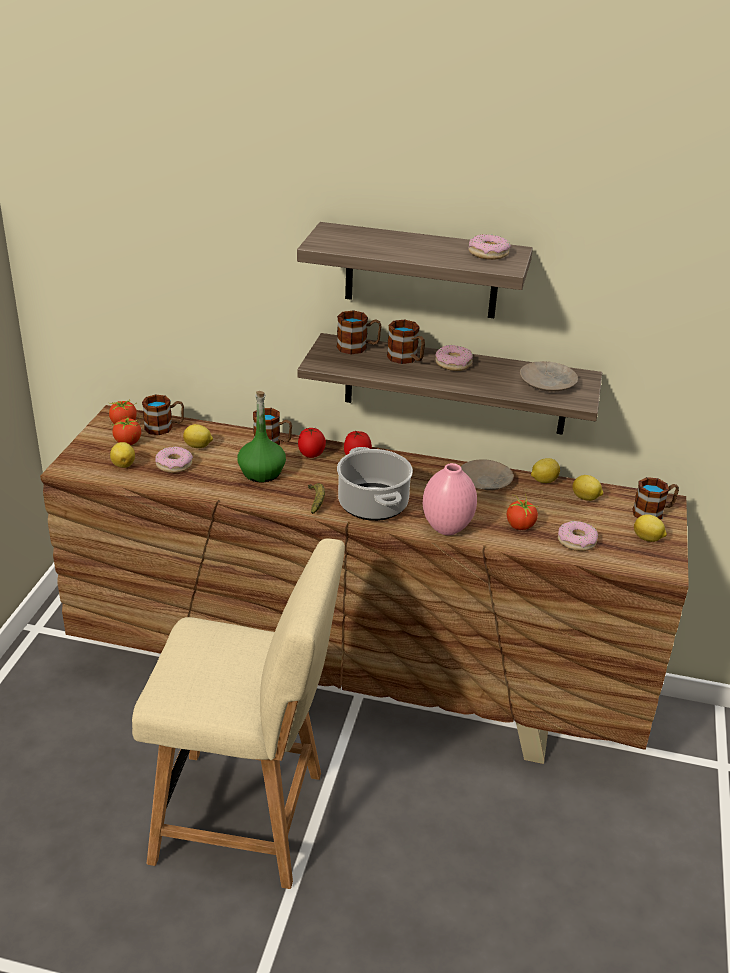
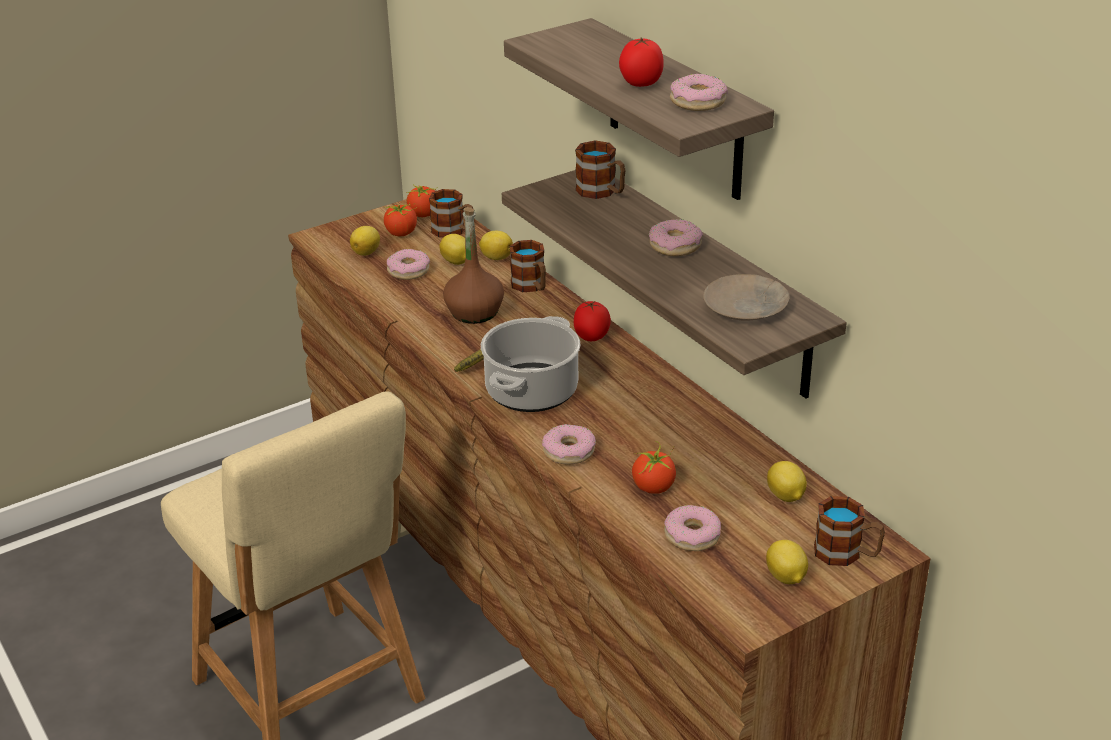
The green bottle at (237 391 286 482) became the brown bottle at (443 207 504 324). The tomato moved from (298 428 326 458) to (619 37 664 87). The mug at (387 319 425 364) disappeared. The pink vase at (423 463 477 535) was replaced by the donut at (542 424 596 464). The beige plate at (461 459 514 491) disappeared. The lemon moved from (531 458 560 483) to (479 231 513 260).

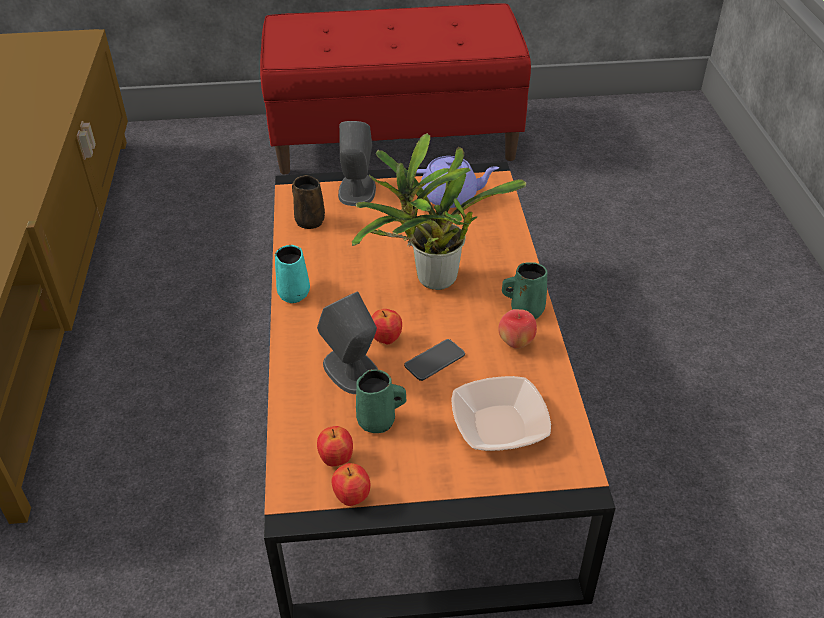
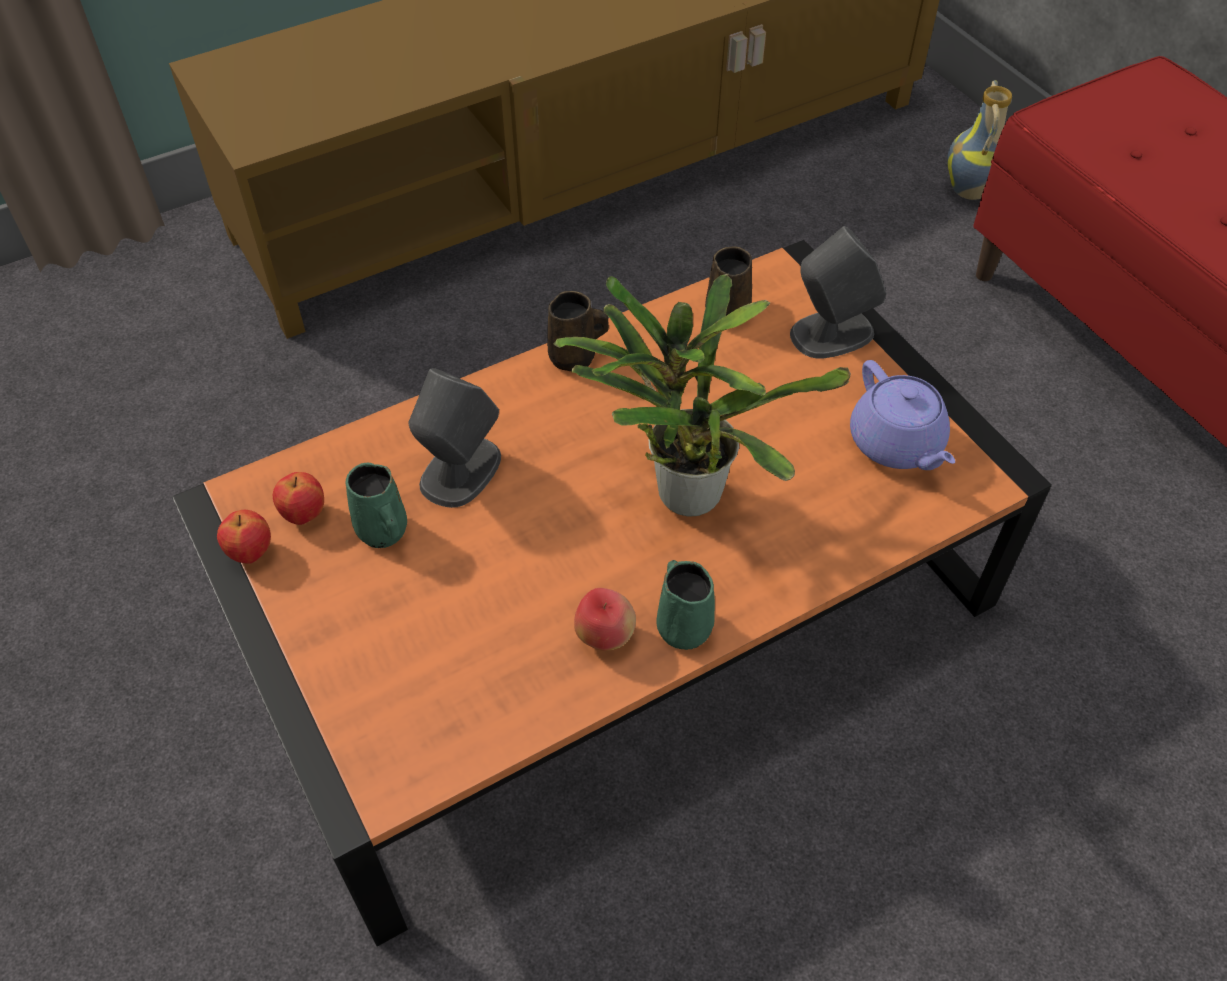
The turquoise mug at (275 245 310 303) became the brown mug at (547 291 609 371). The apple at (372 309 402 344) disappeared. The phone at (404 339 465 381) disappeared. The bowl at (451 376 551 451) disappeared. The vase at (947 80 1012 200) appeared.

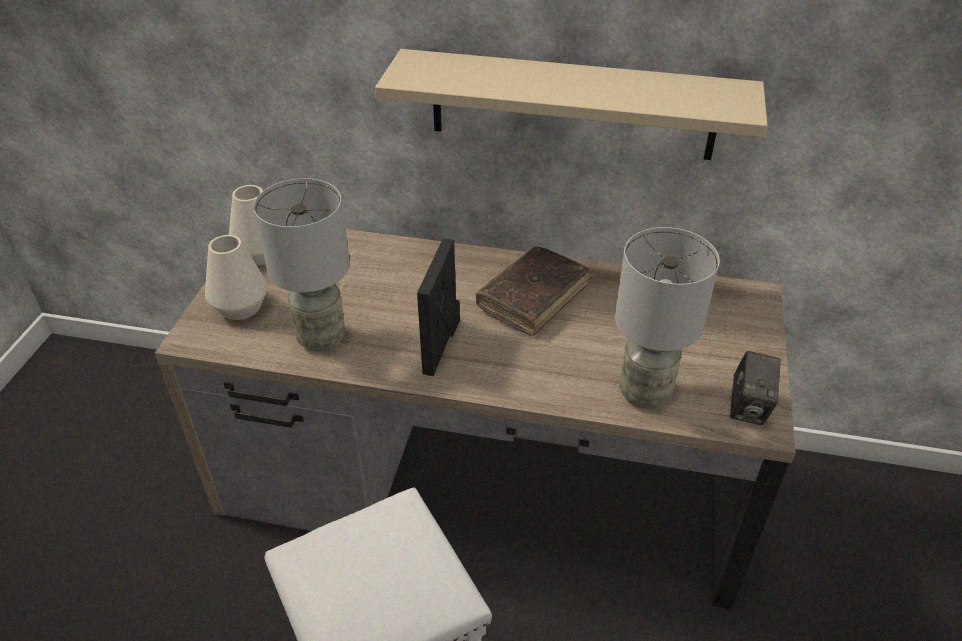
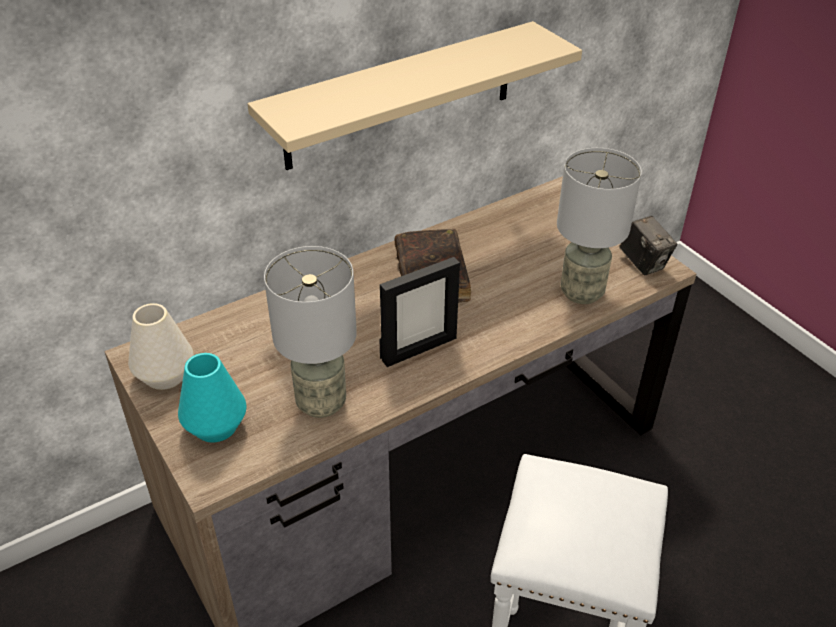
The white vase at (205 235 268 320) became the turquoise vase at (178 353 247 442). The picture frame at (417 238 460 376) turned 90 degrees counterclockwise.

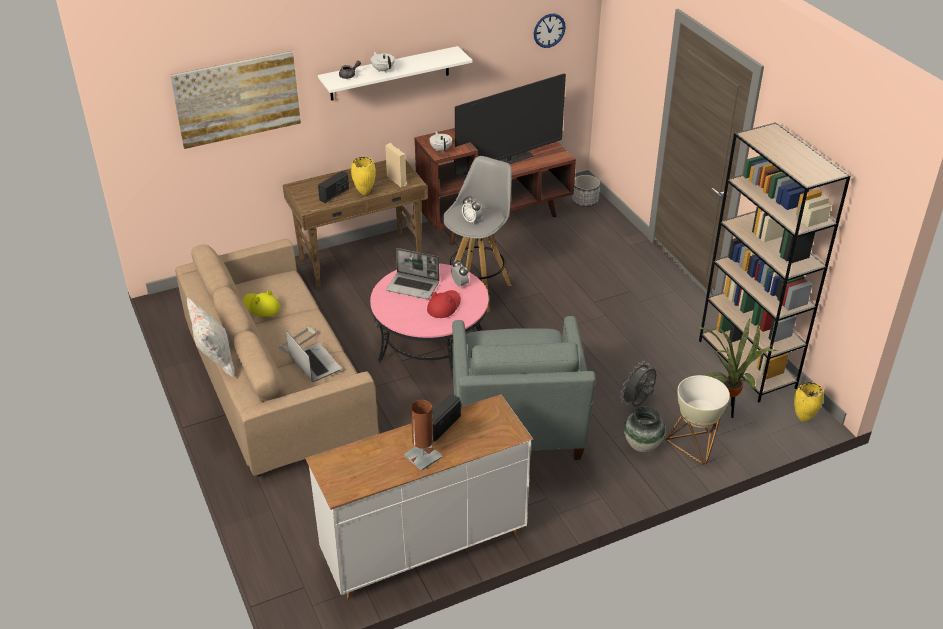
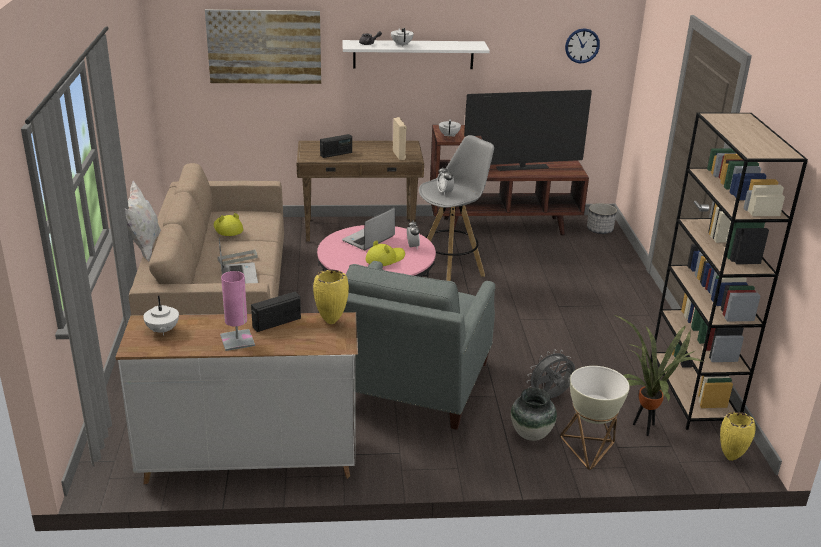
The yellow vase moved from (351 157 376 195) to (313 270 349 324). The laptop at (386 248 440 299) turned 90 degrees clockwise. The brown table lamp at (404 400 443 471) became the pink table lamp at (220 271 255 351). The red hat at (427 290 461 318) became the yellow hat at (366 240 405 266). The white teapot at (143 296 179 335) appeared.

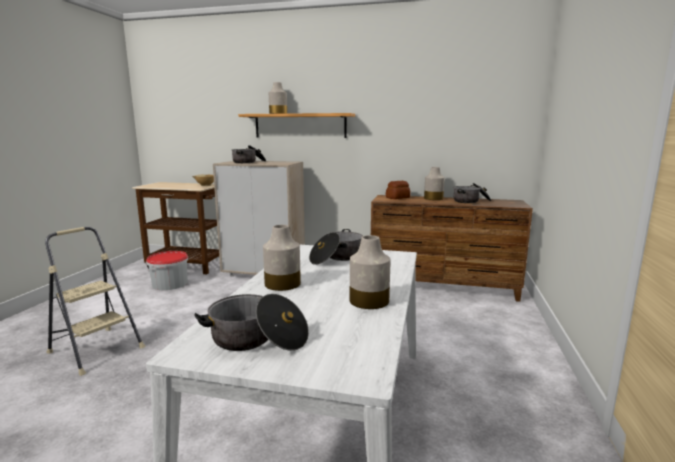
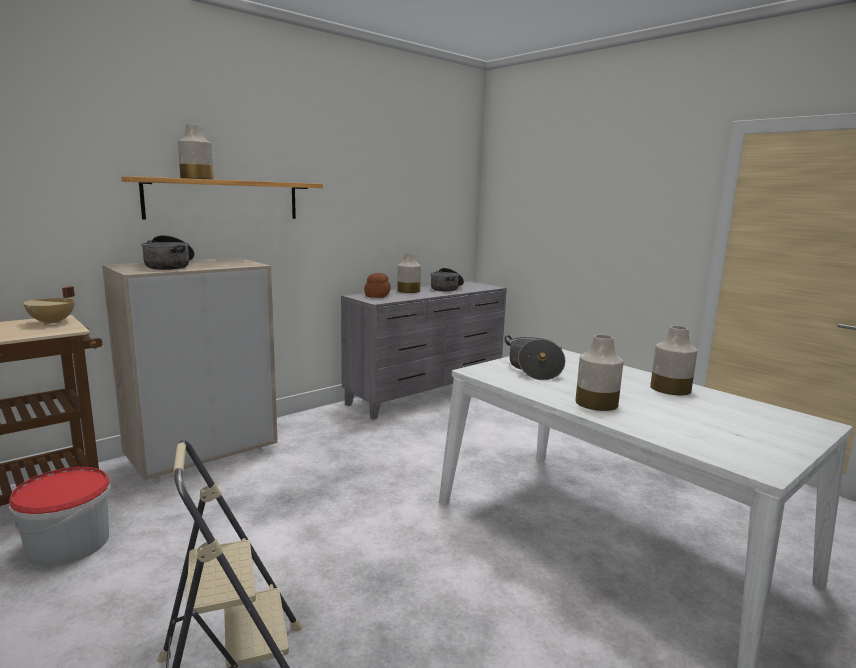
The cooking pot at (194 294 309 351) disappeared. The brown dresser at (371 195 533 302) became the grey dresser at (341 281 507 420).

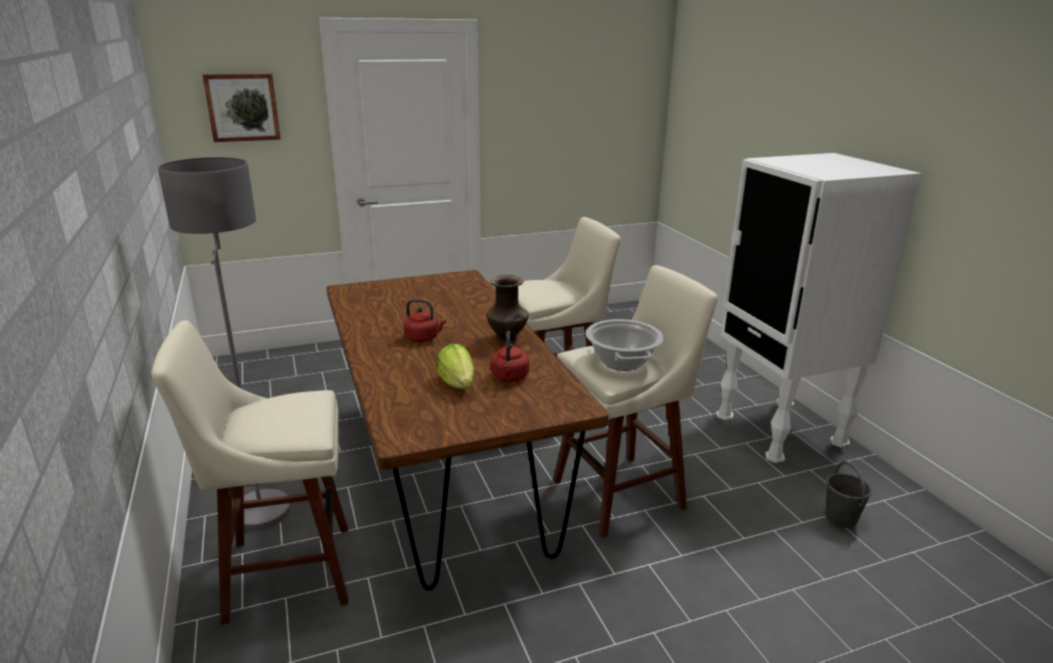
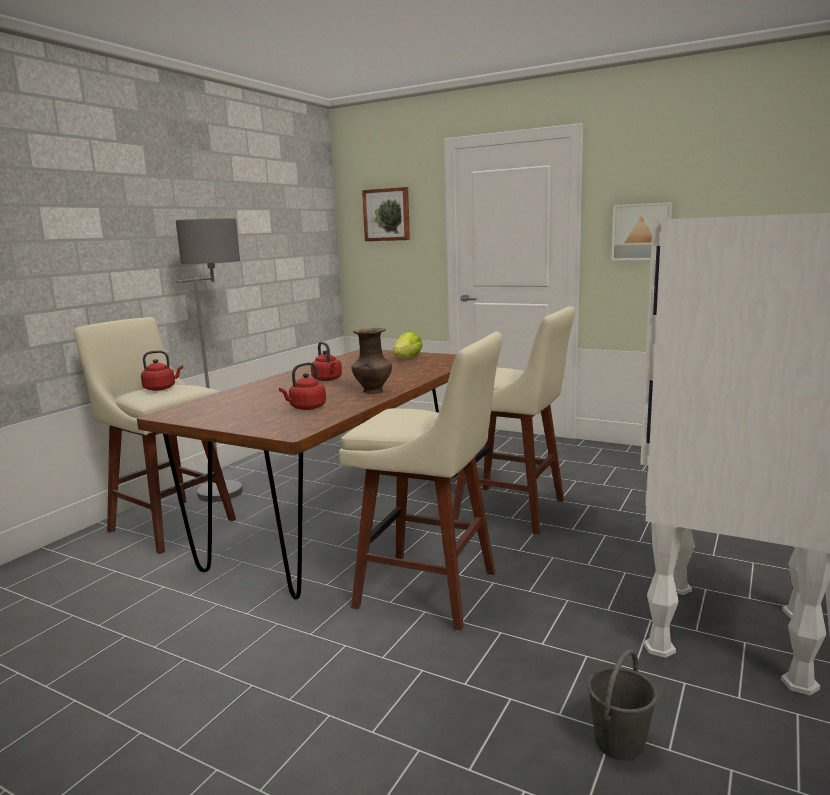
The lettuce moved from (437 344 474 389) to (393 331 423 358). The cooking pot at (586 319 663 371) disappeared. The red kettle at (141 351 183 391) appeared. The picture at (611 202 672 261) appeared.

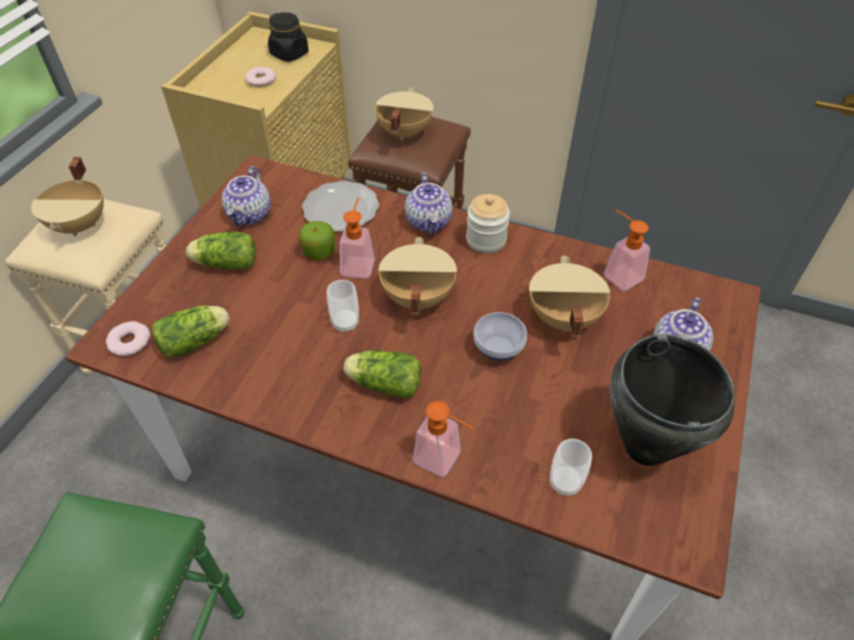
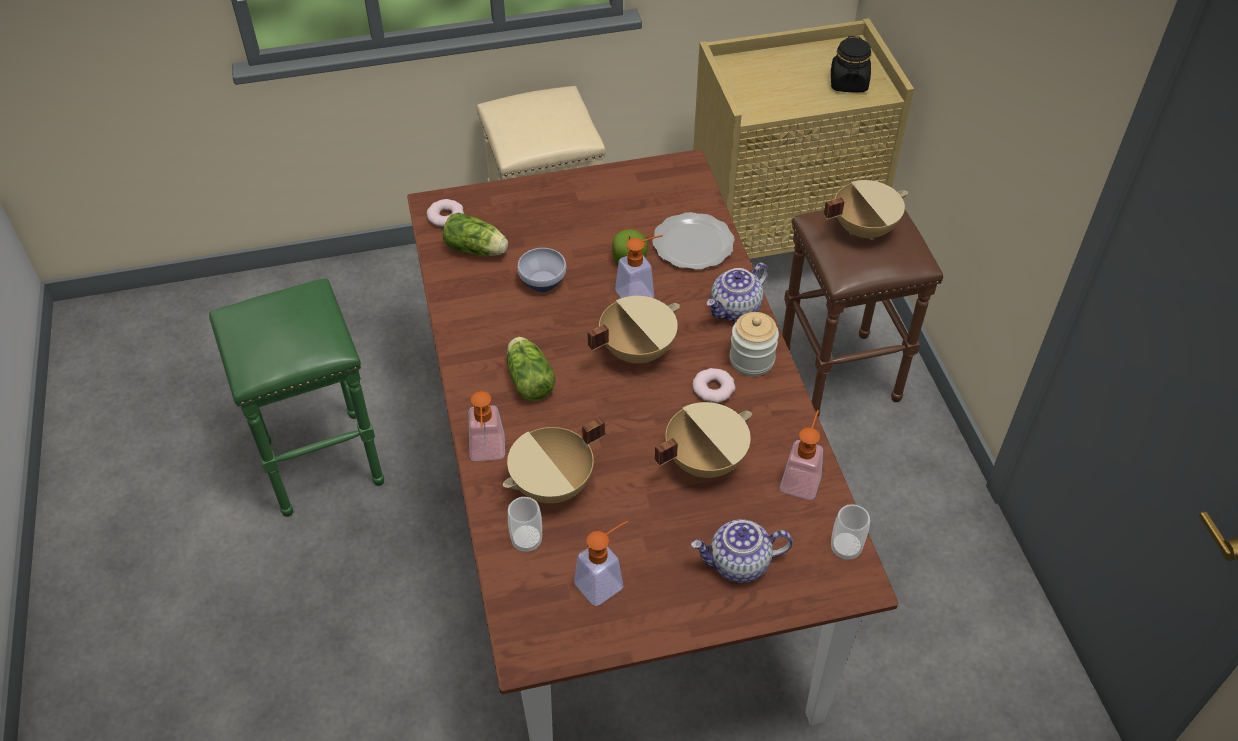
The beige cooking pot moved from (31 157 104 236) to (503 417 605 504). The lettuce at (186 231 256 269) disappeared. The teapot at (222 166 271 226) disappeared. The donut moved from (245 67 276 87) to (692 368 735 403). The cup moved from (327 280 359 332) to (831 504 870 560). The bowl moved from (474 312 527 361) to (518 248 566 292). The black cooking pot at (610 334 734 466) was replaced by the soap dispenser at (574 521 628 606).

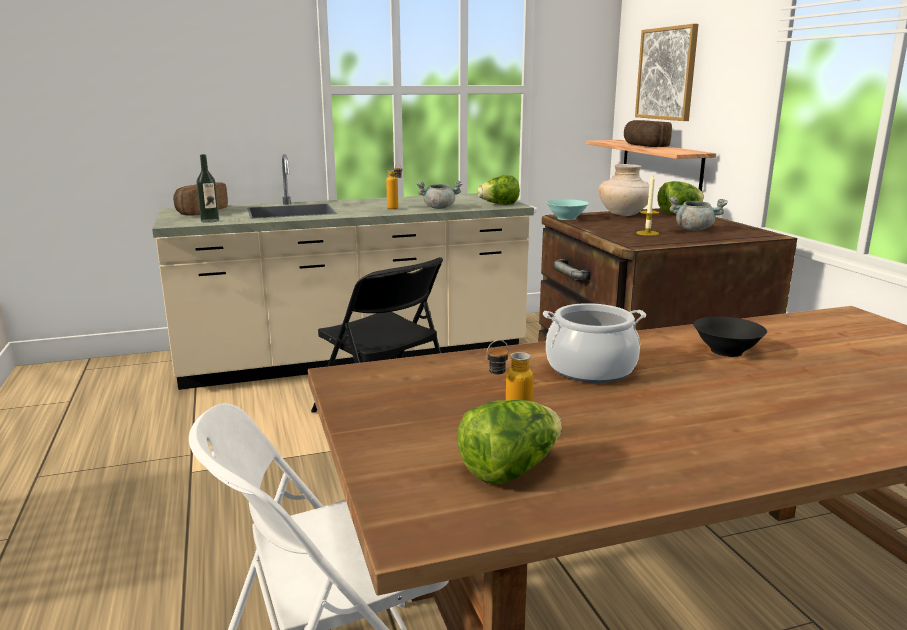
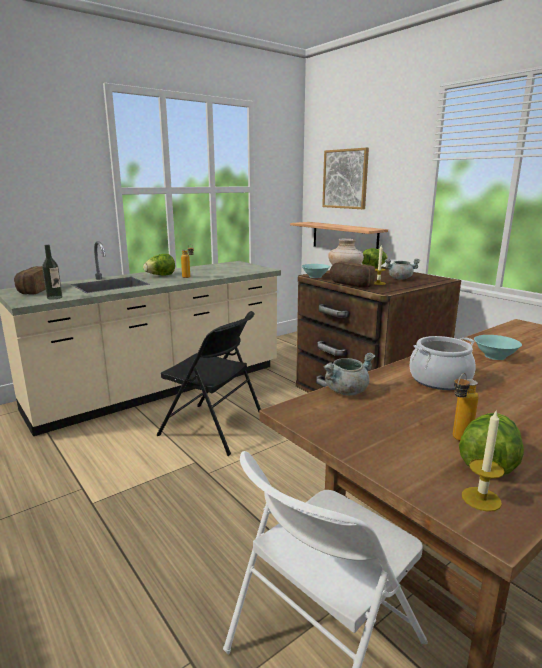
The grey cooking pot moved from (417 181 463 209) to (323 353 375 396). The lettuce moved from (478 175 520 205) to (143 254 175 276). The bread moved from (624 120 672 147) to (330 261 375 288). The black bowl at (693 316 767 357) became the turquoise bowl at (474 335 522 360). The candle at (462 409 504 512) appeared.

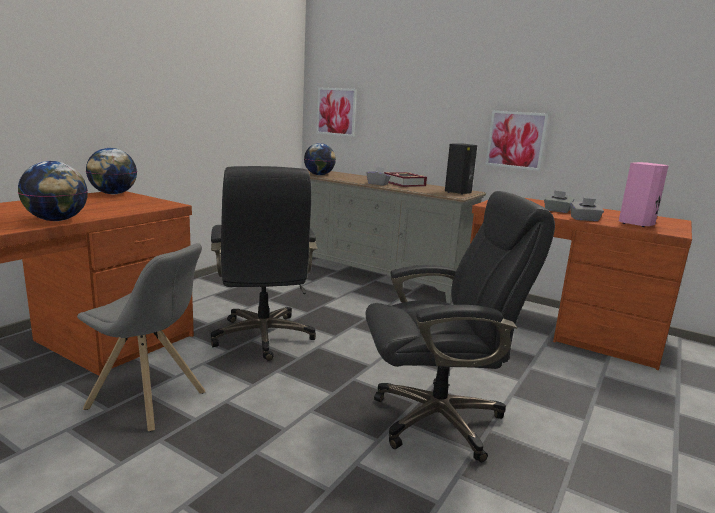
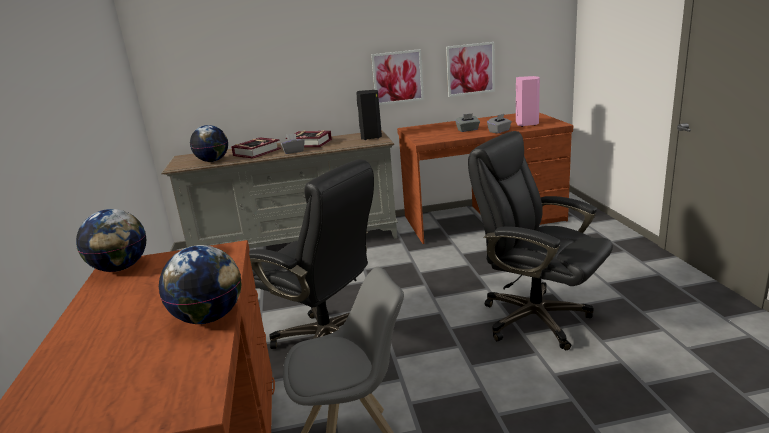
The picture moved from (316 87 357 137) to (446 42 495 97). The black office chair at (366 191 555 462) turned 90 degrees counterclockwise. The book at (231 138 281 158) appeared.

